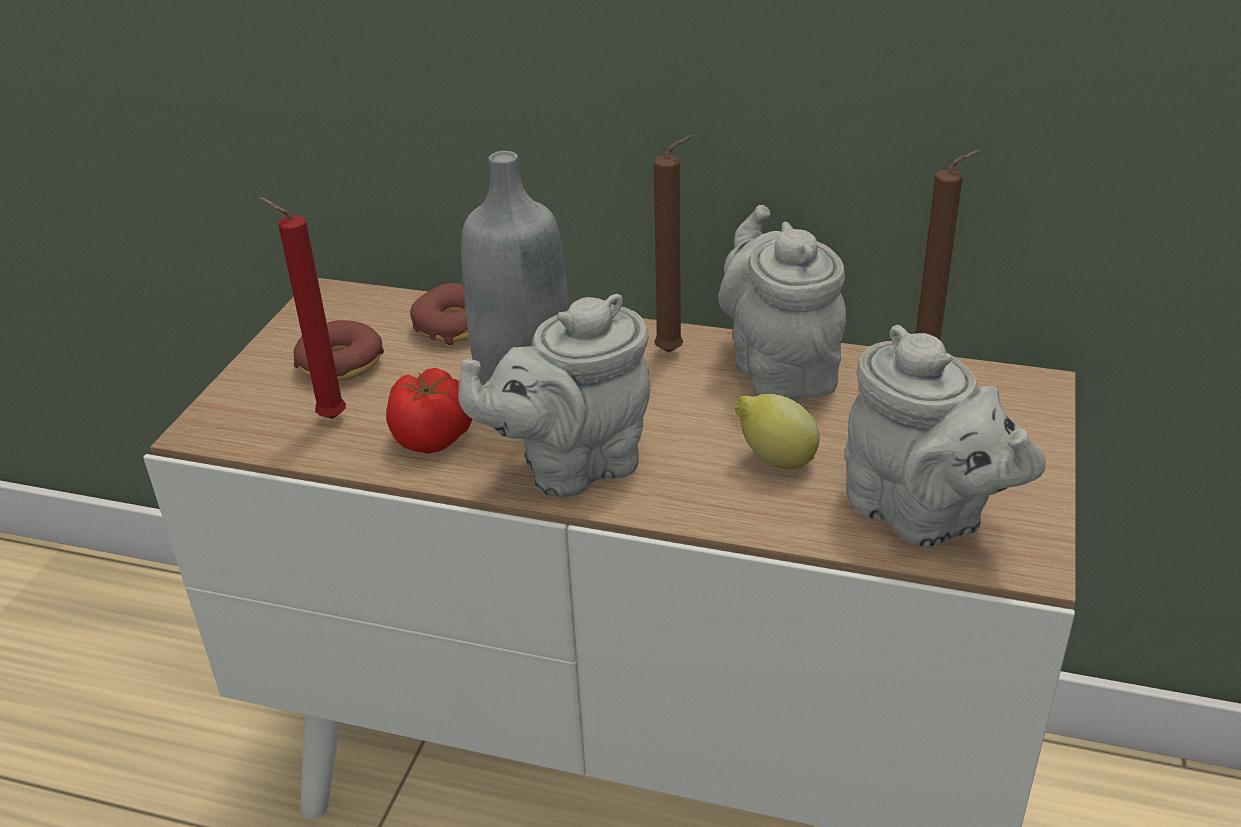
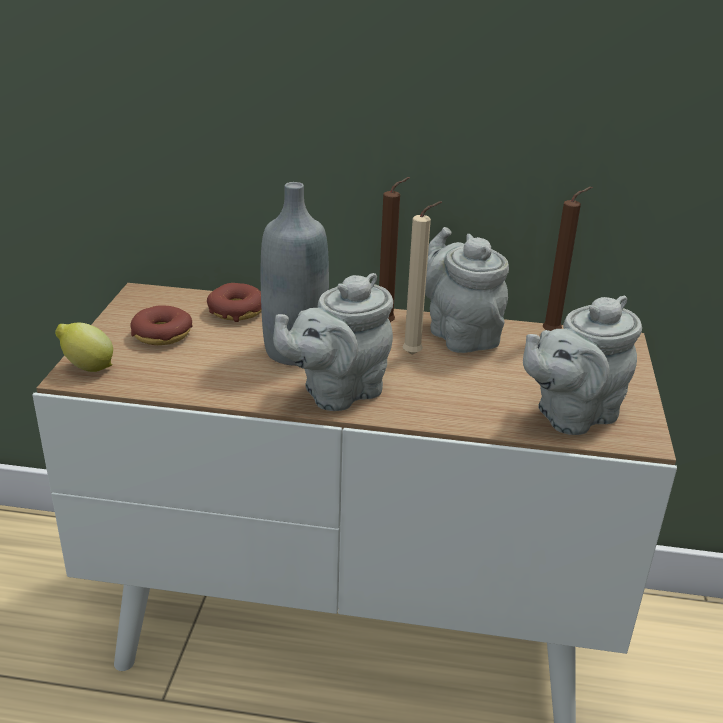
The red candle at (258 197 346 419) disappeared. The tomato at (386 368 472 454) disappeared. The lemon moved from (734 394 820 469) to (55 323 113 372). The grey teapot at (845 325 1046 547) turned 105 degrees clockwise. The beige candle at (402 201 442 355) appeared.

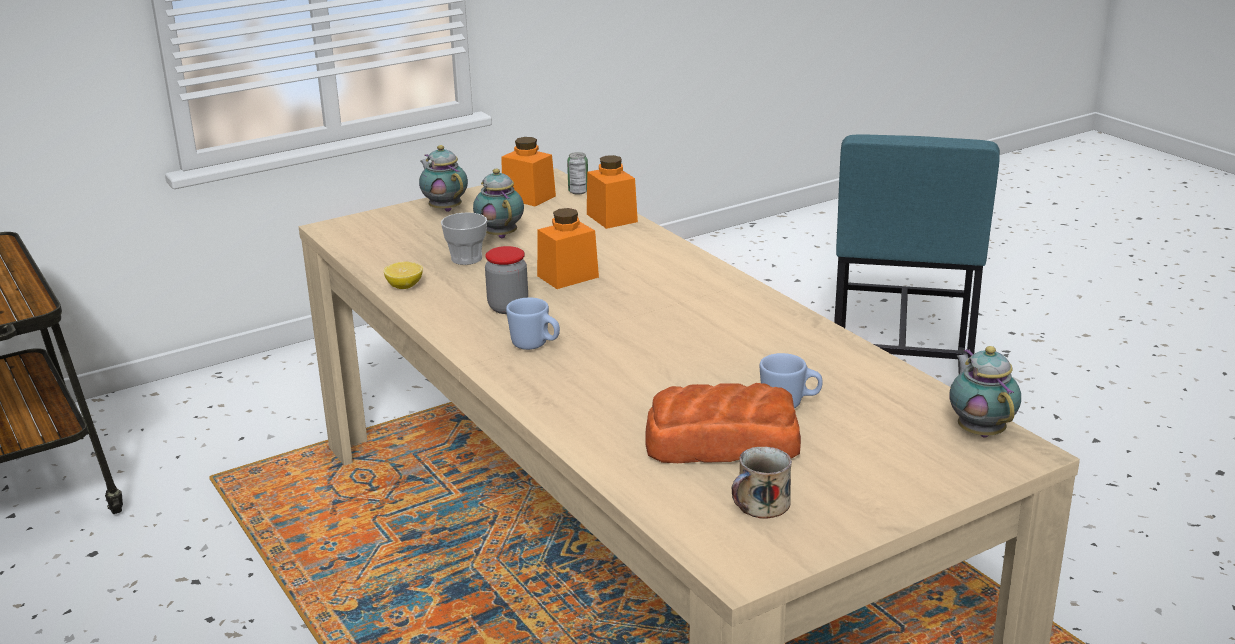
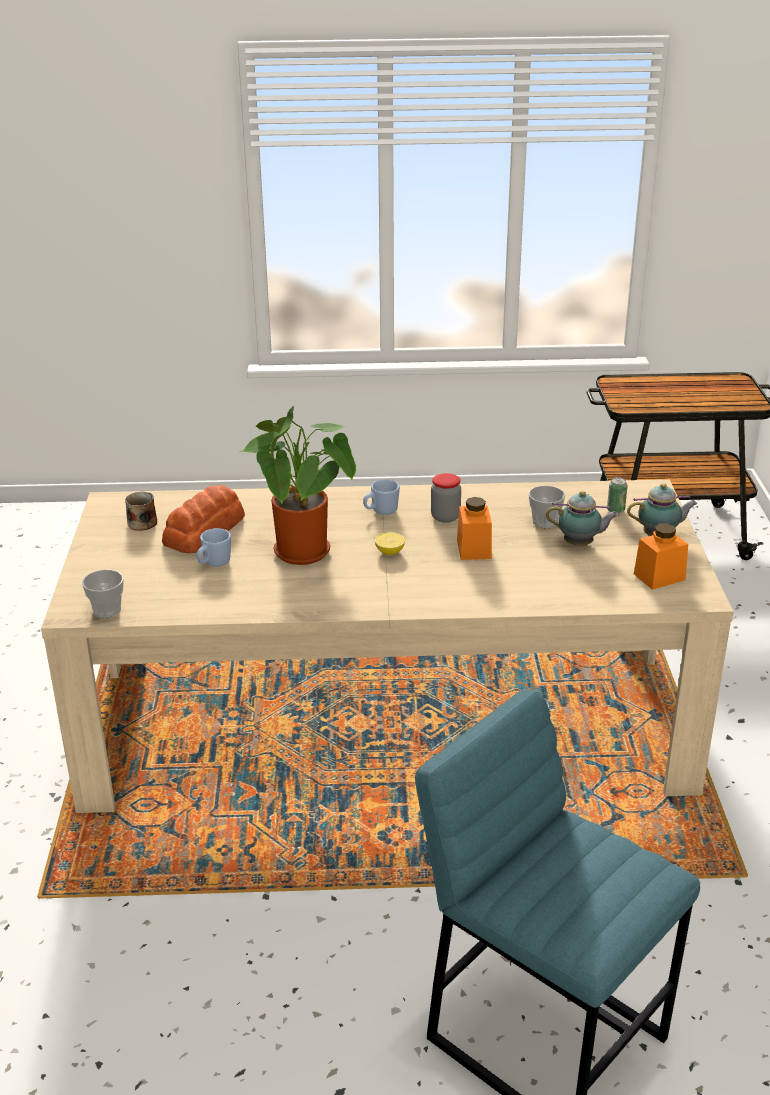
The lemon moved from (384 262 423 289) to (375 532 405 555). The can moved from (567 152 588 195) to (607 477 627 514). The orange jar at (587 155 638 229) disappeared. The teapot at (949 346 1021 437) was replaced by the cup at (82 569 124 618). The potted plant at (242 406 356 565) appeared.

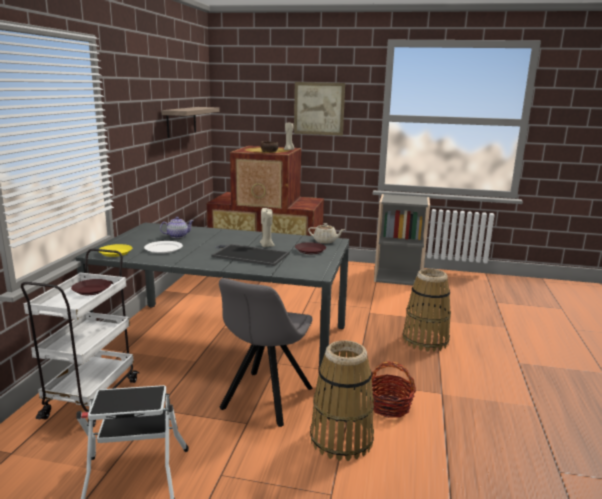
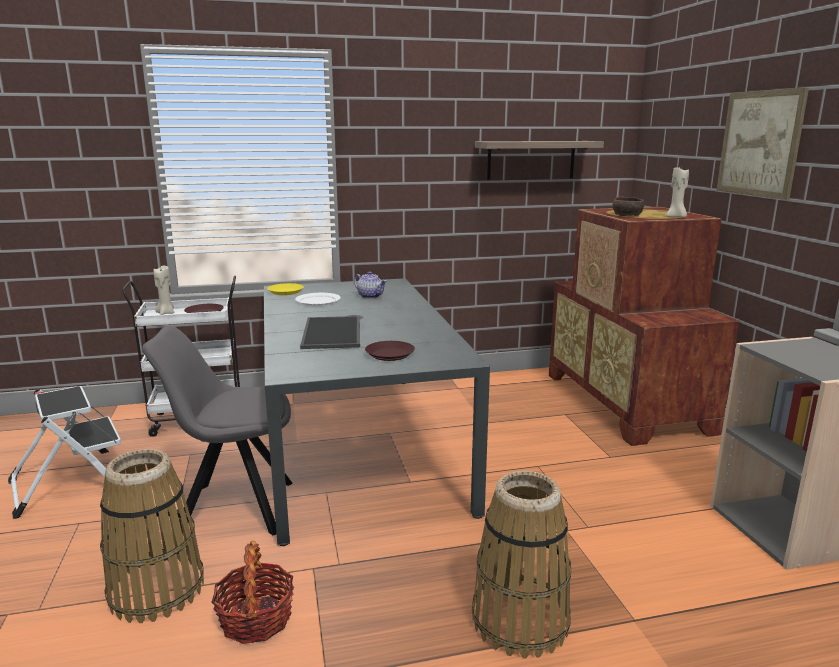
The beige candle moved from (260 208 275 247) to (153 265 174 315). The beige teapot at (308 223 345 243) disappeared.

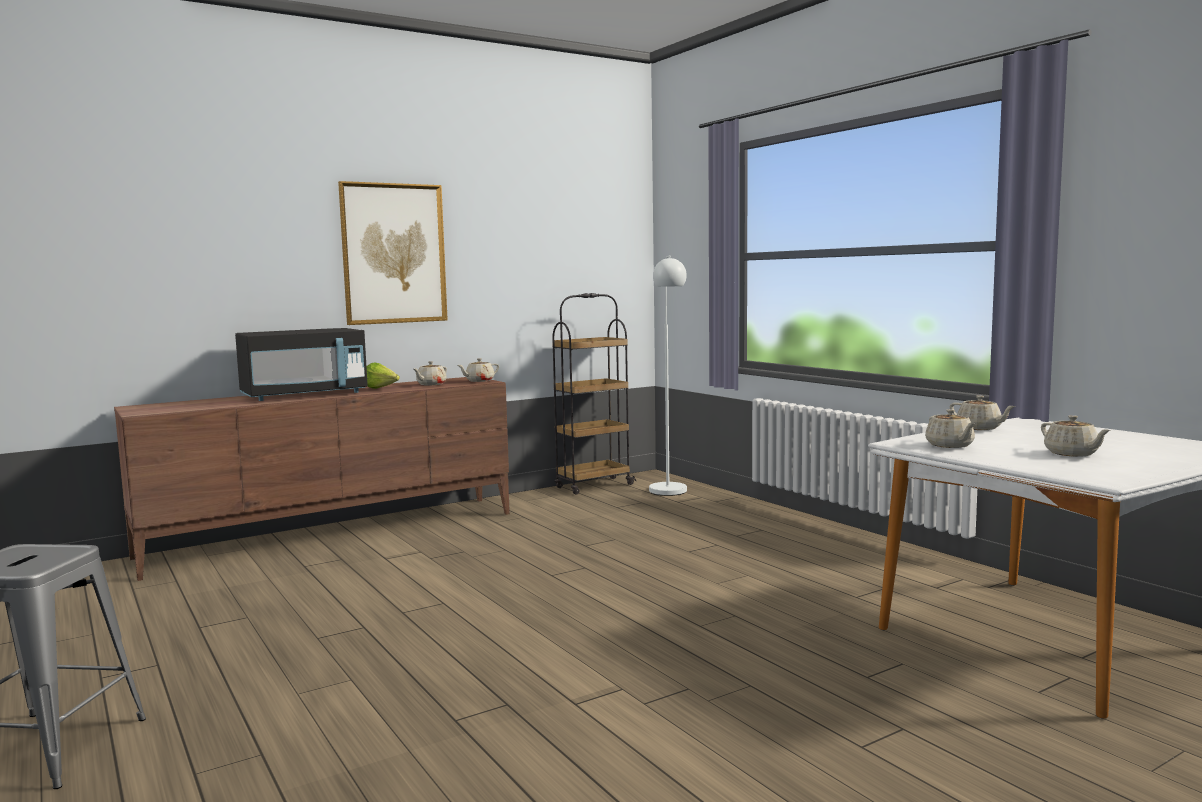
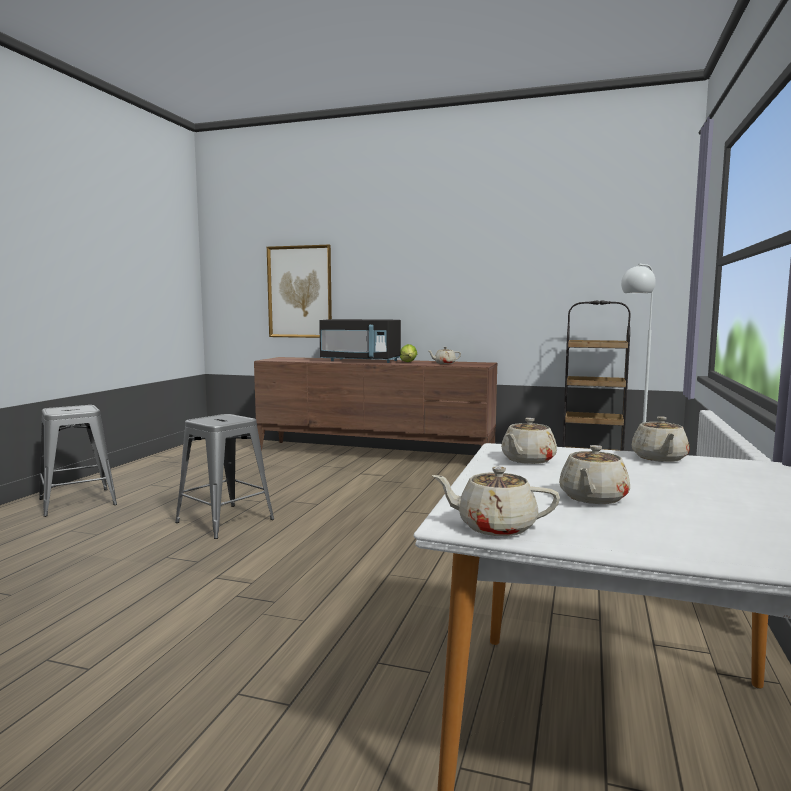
The picture moved from (338 181 448 325) to (267 245 332 338). The beige teapot moved from (458 358 499 382) to (432 466 560 536). The grey stool at (175 414 274 539) appeared.

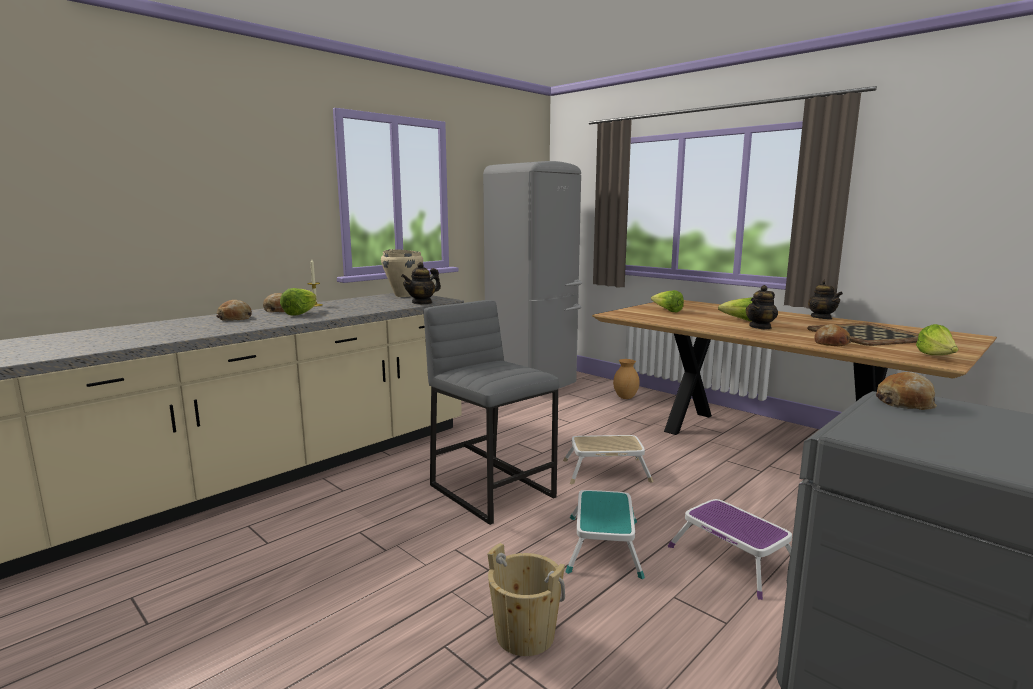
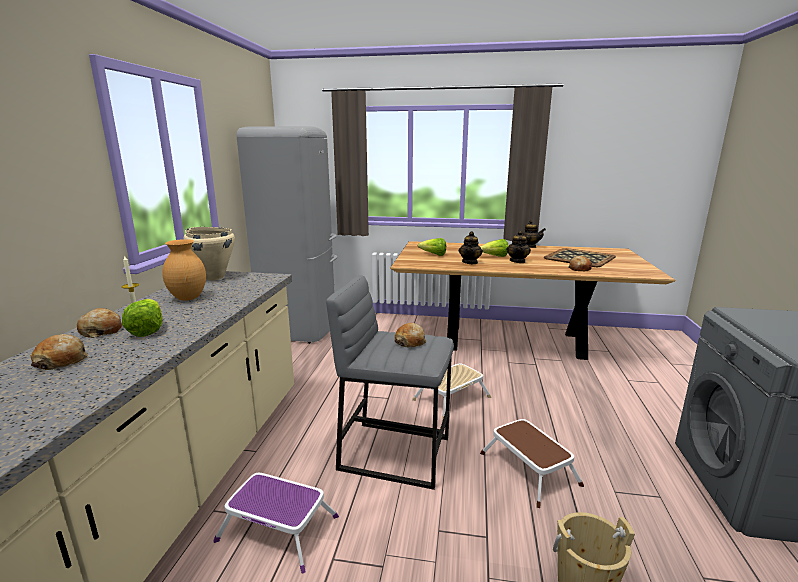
The teapot moved from (401 262 441 305) to (459 231 483 264). The turquoise step ladder at (565 490 645 579) became the brown step ladder at (480 419 584 508). The brown vase moved from (613 359 640 399) to (162 239 206 301). The purple step ladder moved from (668 499 792 600) to (213 473 339 574). The bread moved from (876 372 937 410) to (394 323 426 347). The lettuce at (916 324 959 355) disappeared.

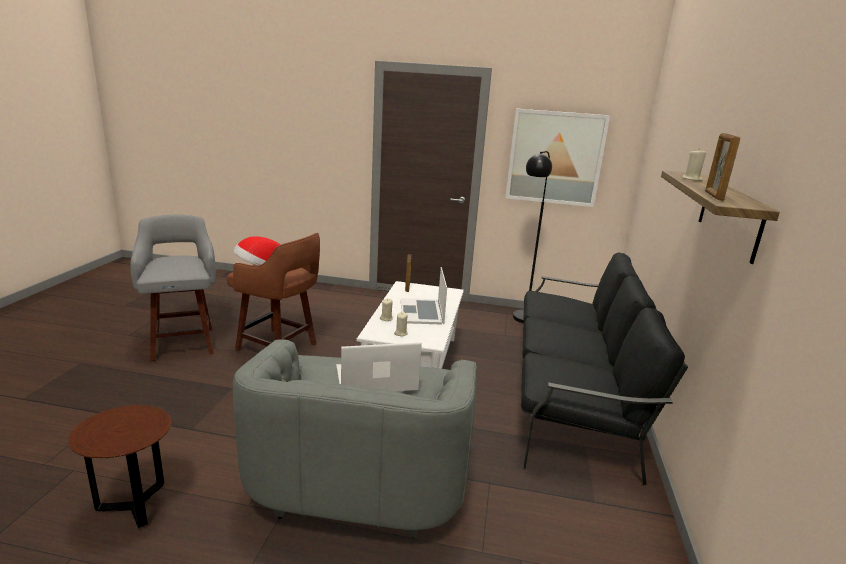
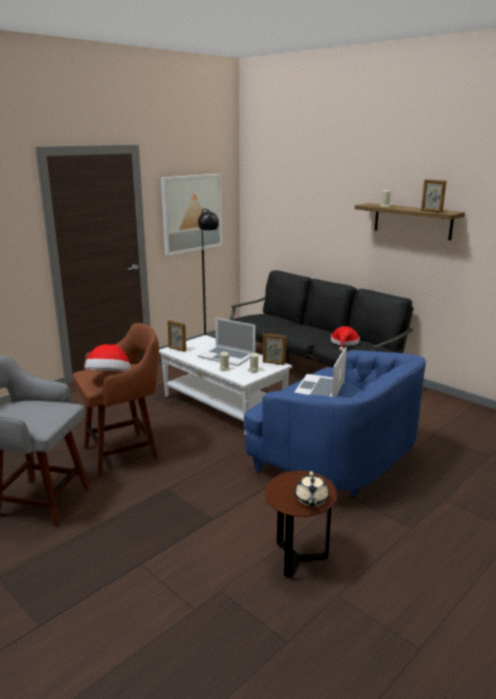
The grey armchair at (233 339 477 538) became the blue armchair at (244 350 426 499). The picture frame at (263 333 286 365) appeared. The beige teapot at (295 471 329 507) appeared. The red hat at (331 326 359 351) appeared.

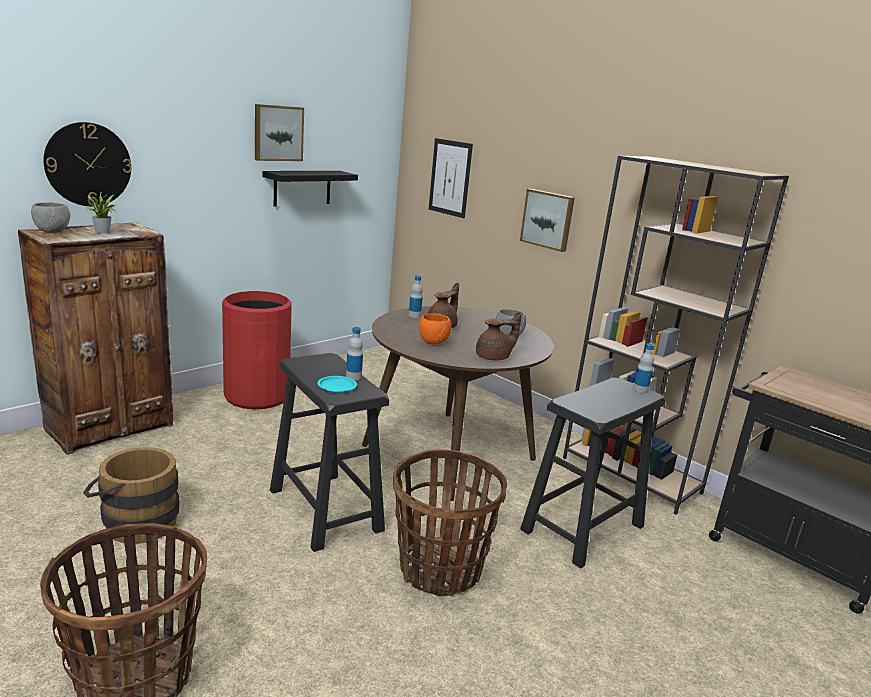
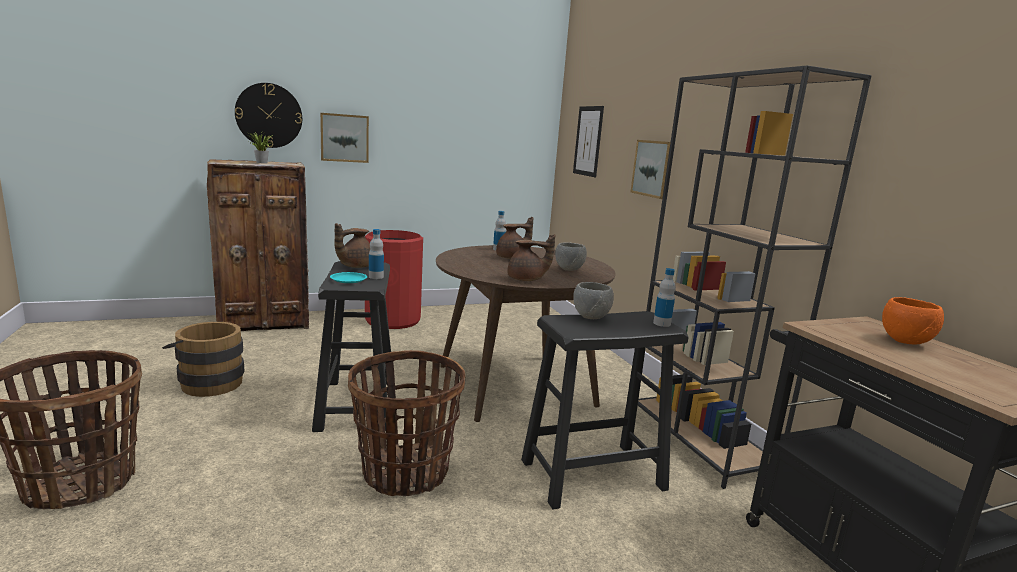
The grey bowl moved from (31 202 70 233) to (573 282 614 319). The picture moved from (255 104 304 161) to (320 113 369 163). The black shelf at (262 171 358 207) disappeared. The orange bowl moved from (419 313 452 344) to (882 297 944 345). The brown teapot at (335 223 370 268) appeared.

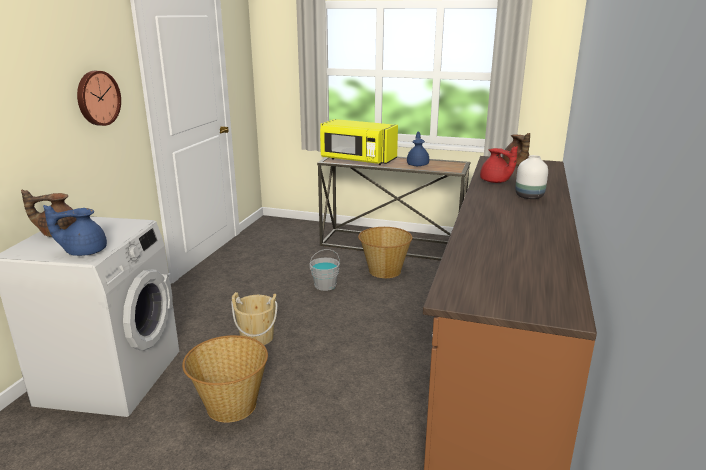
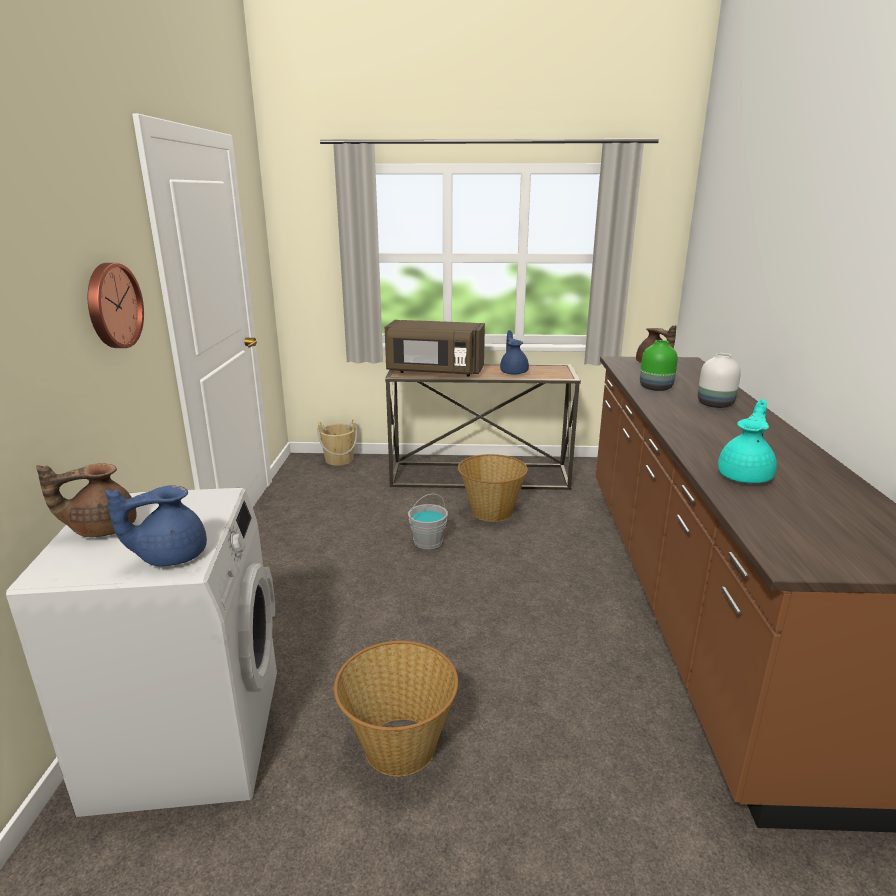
The beige bucket moved from (231 292 277 345) to (317 419 357 466). The yellow microwave at (320 119 398 165) became the brown microwave at (385 320 485 376). The red teapot at (480 146 518 183) was replaced by the green vase at (640 340 678 391). The turquoise teapot at (718 399 777 483) appeared.

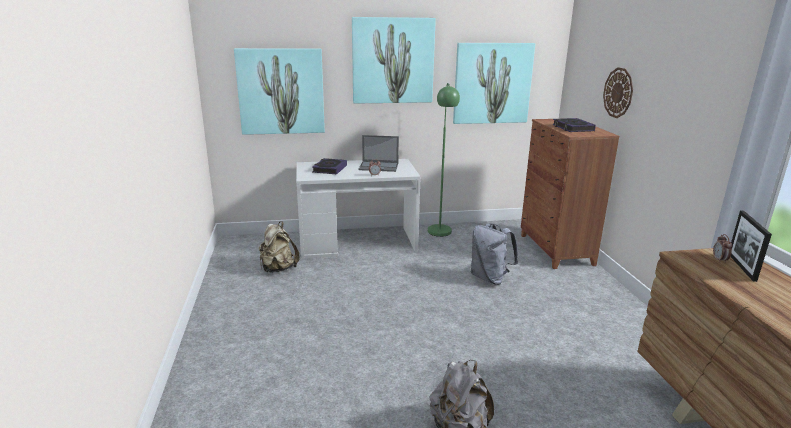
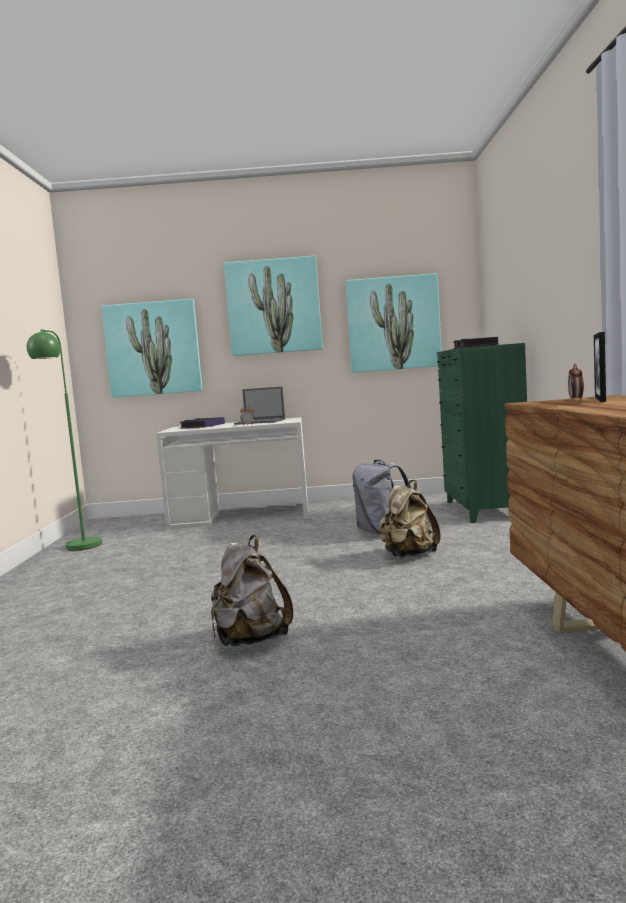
The beige backpack moved from (259 221 299 273) to (379 479 441 557). The green floor lamp moved from (428 83 460 237) to (27 329 102 551). The brown dresser at (521 119 619 269) became the green dresser at (437 343 527 523). The wall clock at (603 67 633 118) disappeared.

